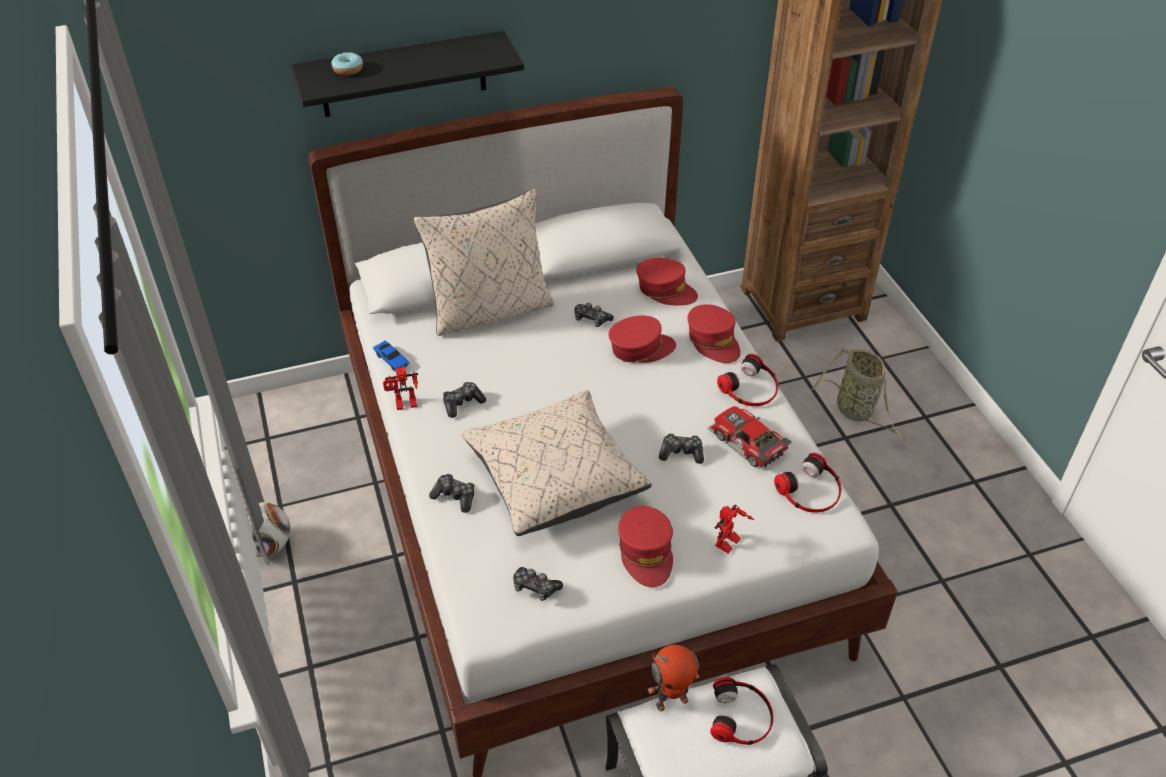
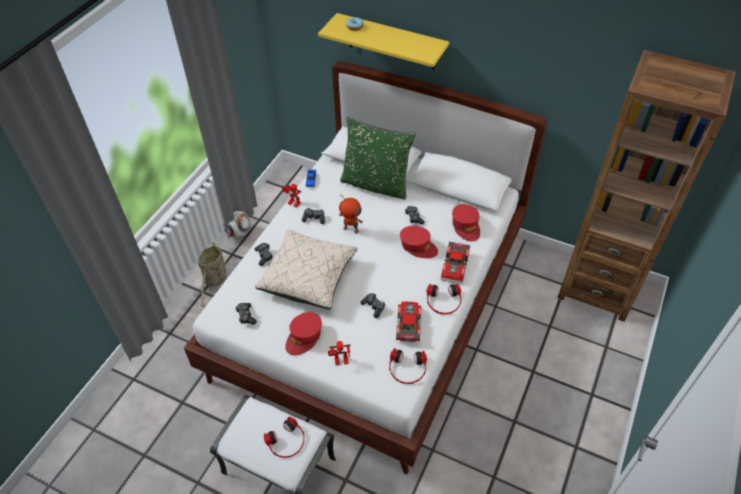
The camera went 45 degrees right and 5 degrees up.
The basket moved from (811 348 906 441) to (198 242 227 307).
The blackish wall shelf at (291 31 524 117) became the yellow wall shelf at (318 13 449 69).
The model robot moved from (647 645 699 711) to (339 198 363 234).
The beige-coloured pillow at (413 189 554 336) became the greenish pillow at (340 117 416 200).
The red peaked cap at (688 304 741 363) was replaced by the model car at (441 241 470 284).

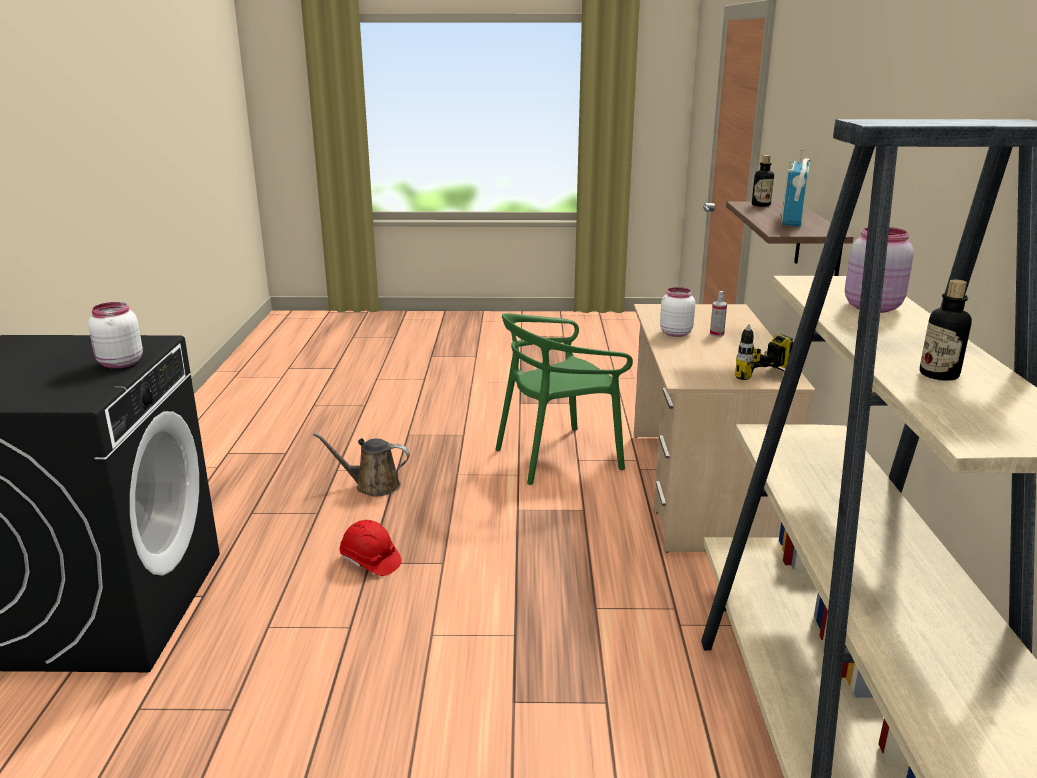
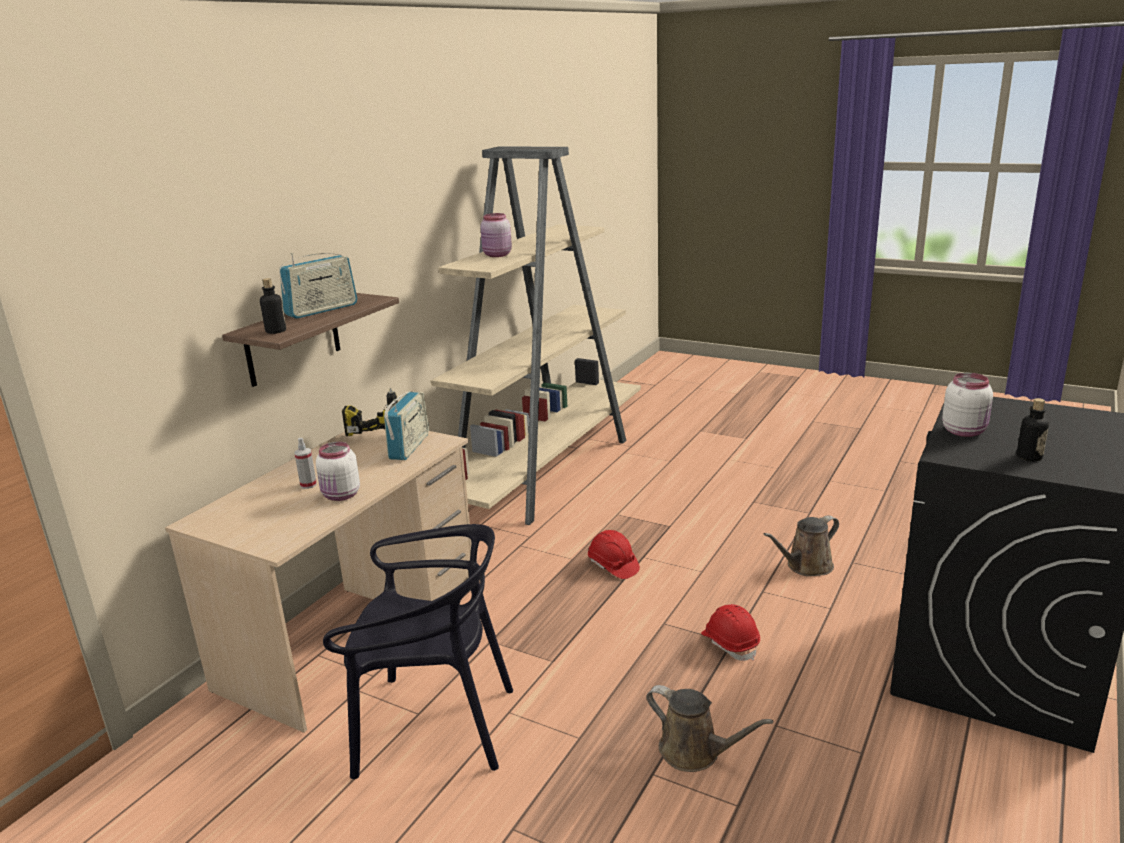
The camera went 150 degrees left and 0 degrees up.
The greenish plain chair at (495 313 633 485) became the blackish plain chair at (323 524 513 779).
The radio set at (384 391 429 460) appeared.
The red hard hat at (588 530 640 579) appeared.
The brown-coloured sprinkling can at (764 515 839 576) appeared.
The bottle moved from (920 280 972 381) to (1017 398 1049 461).

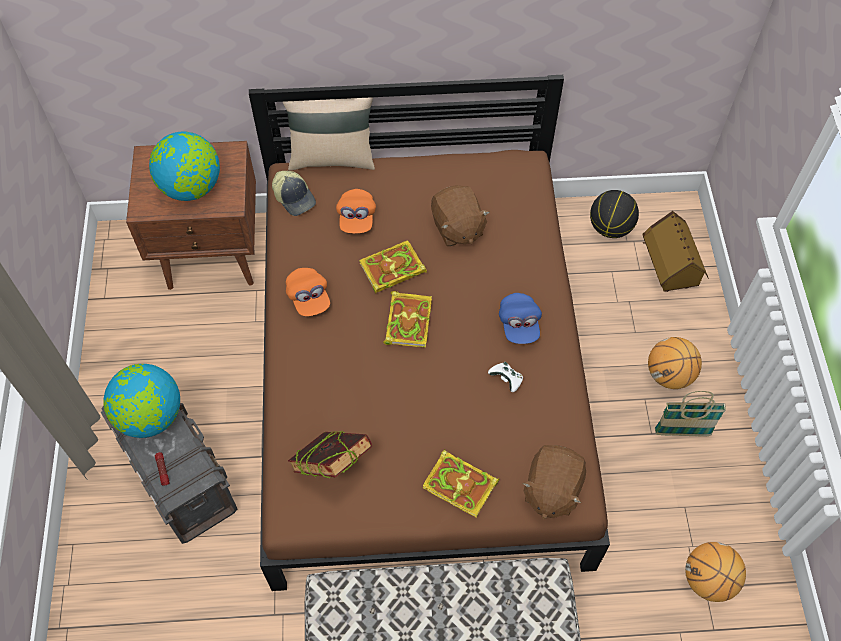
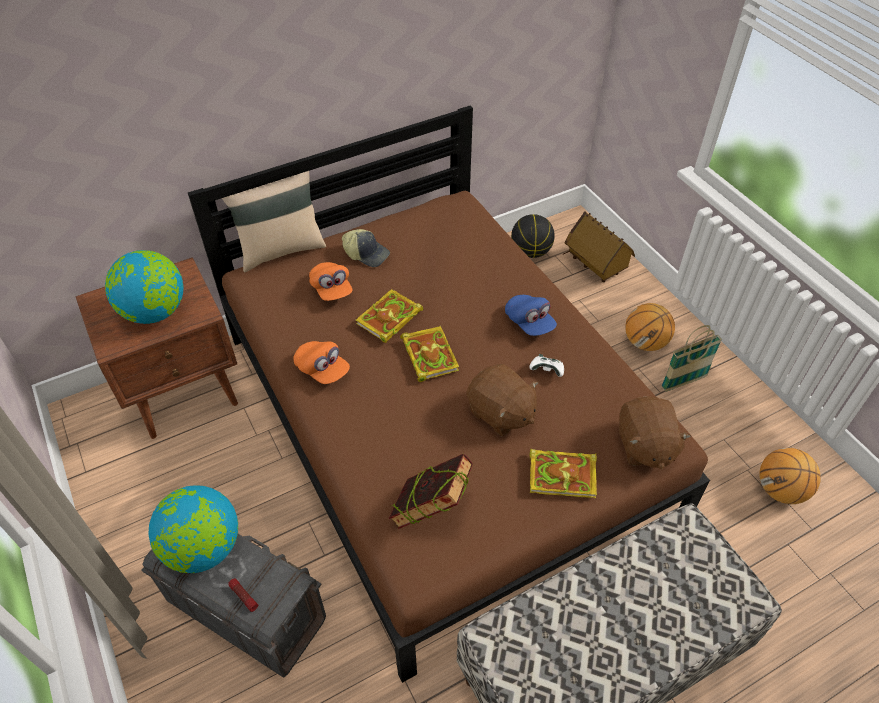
The camera went 25 degrees left and 10 degrees down.
The peaked cap moved from (272 171 316 216) to (342 229 390 267).
The brown-coloured soft toy moved from (431 185 490 246) to (467 364 539 436).

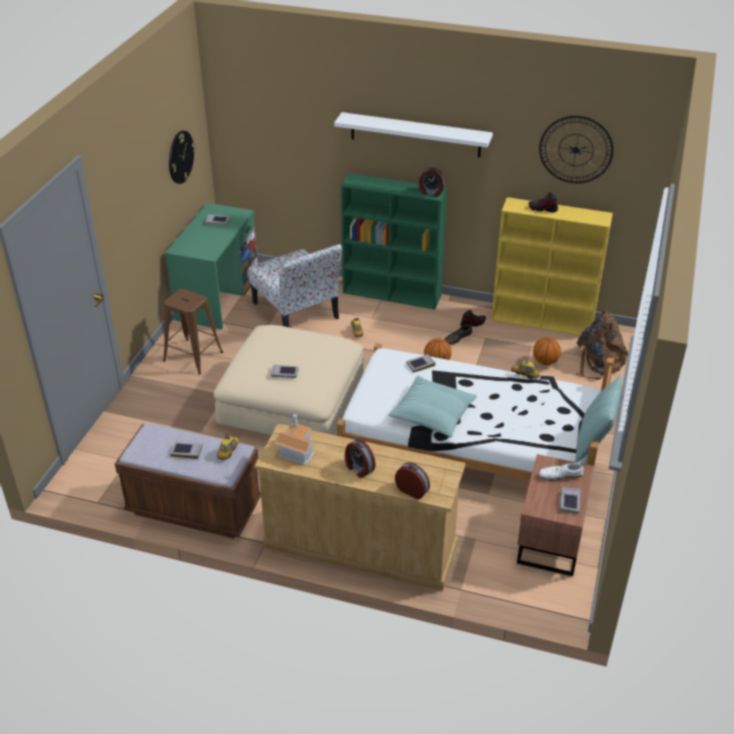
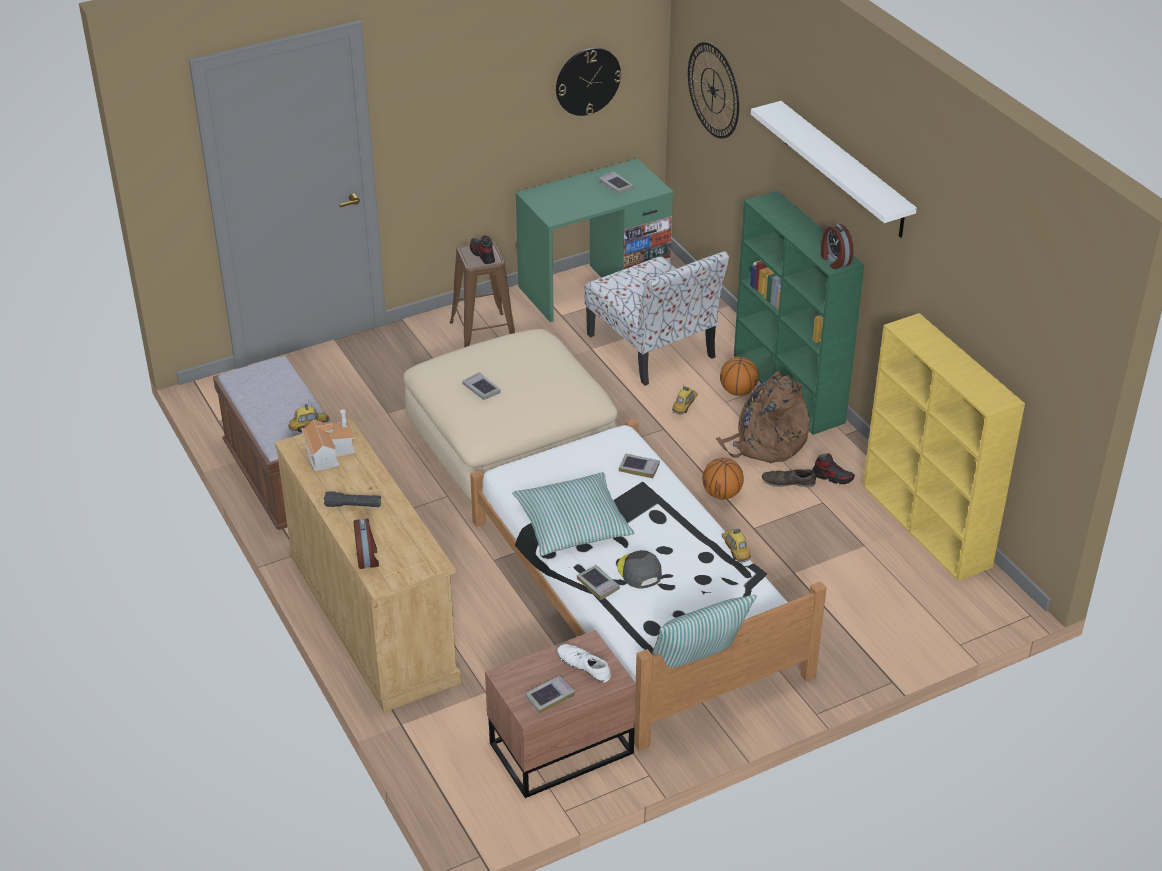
The camera went 45 degrees right and 0 degrees up.
The table clock at (345 439 375 478) was replaced by the blackish hand torch at (324 491 381 507).
The shoe moved from (529 193 558 212) to (470 236 495 264).
The bound book moved from (170 441 203 459) to (577 565 620 600).
The plain chair at (248 244 342 327) turned 45 degrees counterclockwise.
The grey peaked cap at (617 550 662 589) appeared.
The wall clock moved from (539 116 613 183) to (688 42 739 139).
The brown-coloured rucksack moved from (576 311 628 380) to (716 371 810 463).
The basketball ball moved from (533 337 561 365) to (720 357 759 396).

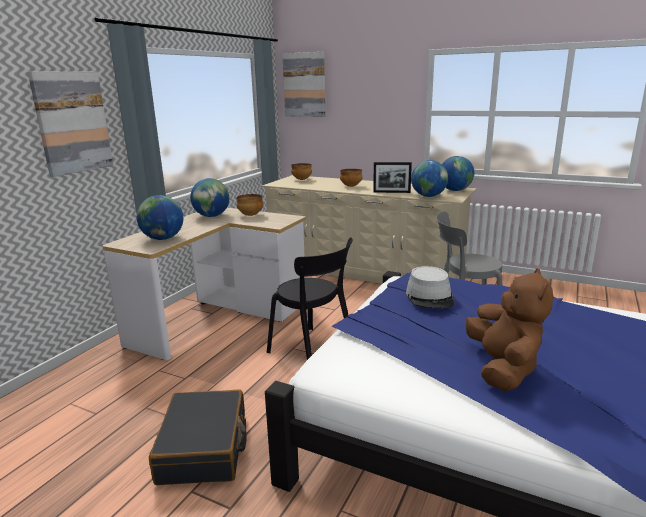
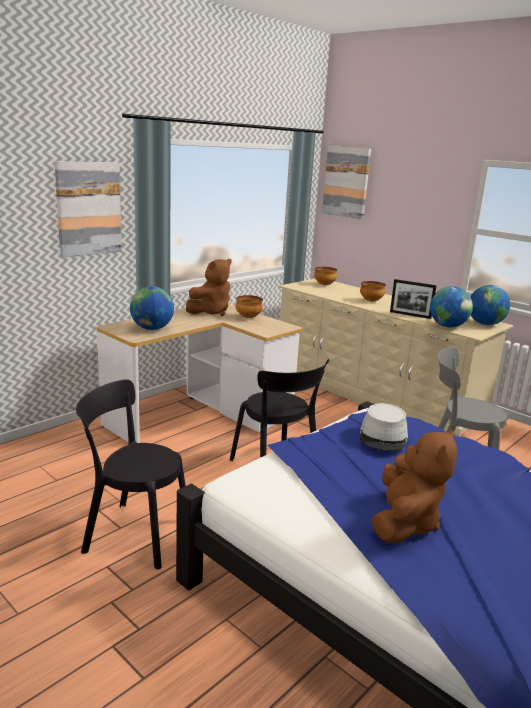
The camera went 15 degrees right and 0 degrees up.
The blackish suitcase at (149 389 247 485) was replaced by the blackish plain chair at (76 379 186 570).
The desk globe at (190 178 229 217) was replaced by the brown-coloured soft toy at (186 259 232 316).

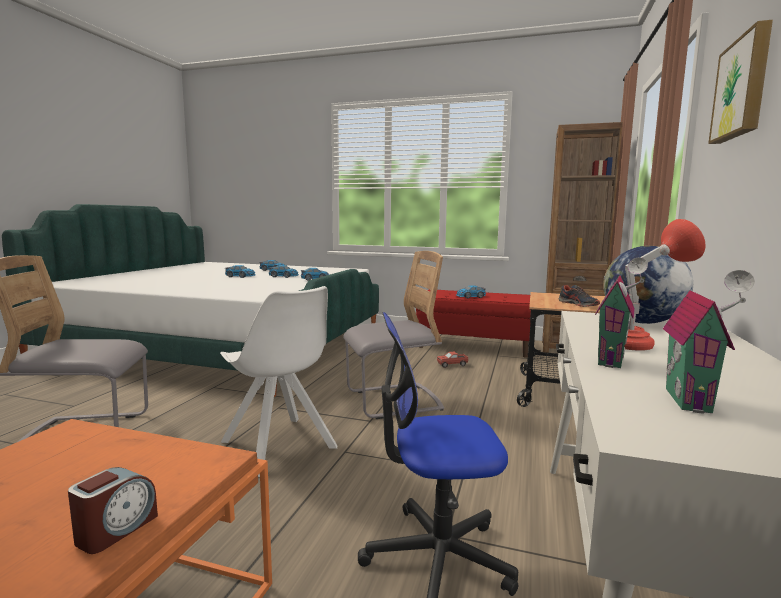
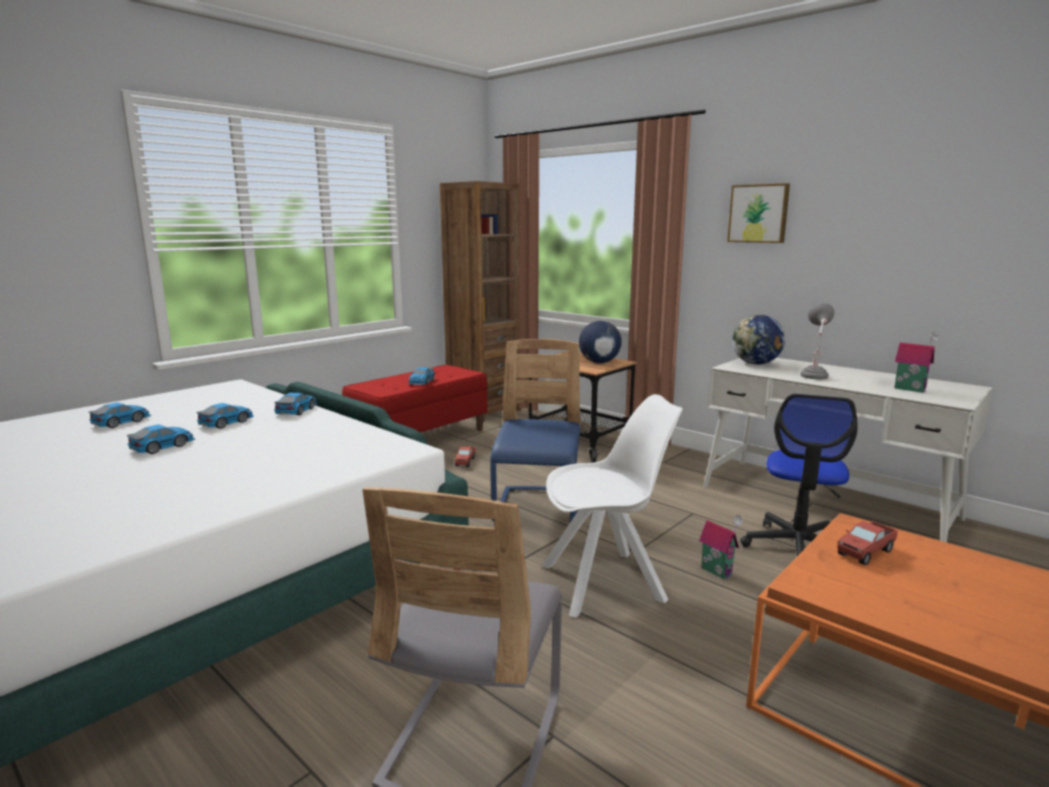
The camera went 65 degrees left and 5 degrees up.
The grey plain chair at (343 251 444 419) became the bluish plain chair at (490 339 580 522).
The shoe at (559 285 600 307) was replaced by the desk globe at (579 321 622 363).
The miniature house moved from (595 257 648 368) to (699 515 743 579).
The red lamp for a table at (624 219 705 351) became the grey lamp for a table at (800 303 834 379).
The toy truck at (837 521 898 565) appeared.
The table clock at (68 467 158 554) disappeared.

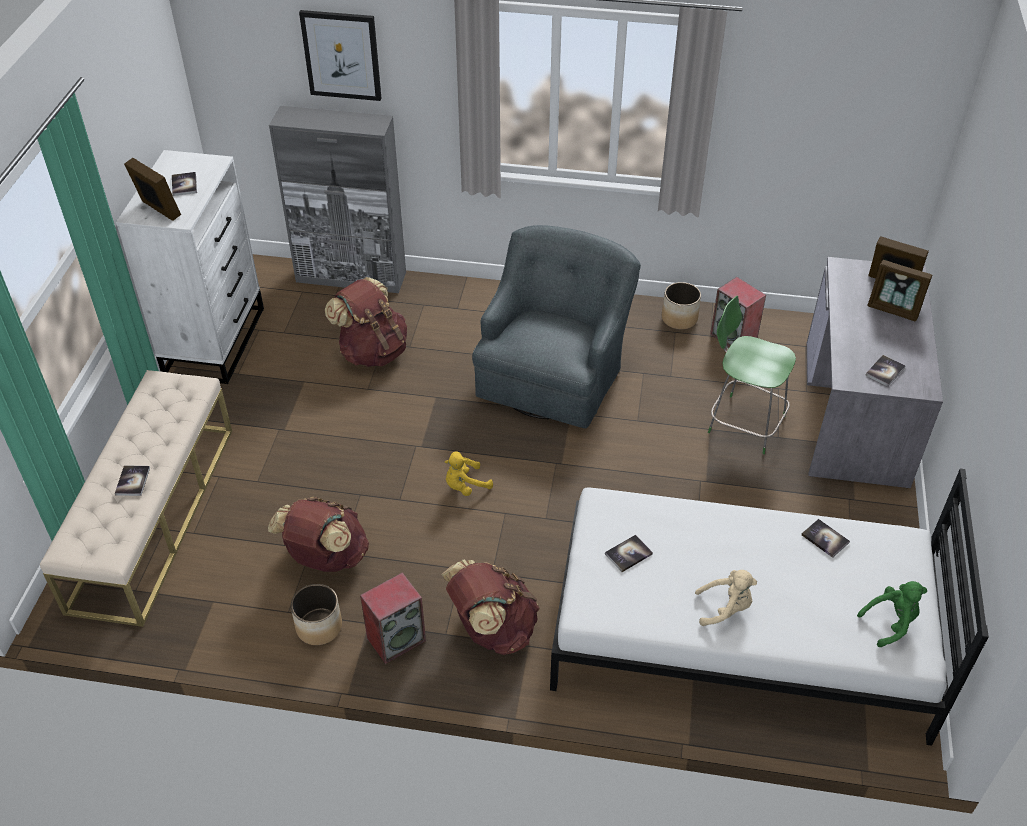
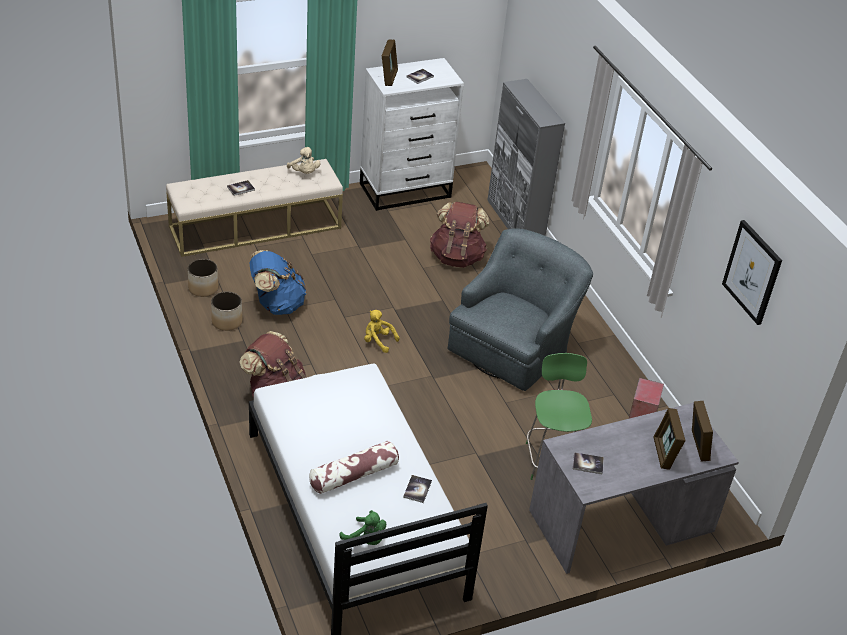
The camera went 55 degrees right and 5 degrees down.
The planter moved from (662 282 701 329) to (188 259 218 297).
The brown-coloured rucksack at (268 497 369 572) became the bluish rucksack at (249 250 307 315).
The beige-coloured soft toy moved from (695 570 757 626) to (287 147 321 174).
The pillow at (309 441 399 494) appeared.
The grey easy chair at (472 225 641 428) turned 45 degrees counterclockwise.
The wall art moved from (299 10 382 101) to (722 220 782 325).
The speaker at (360 572 426 664) disappeared.
The bound book at (605 535 653 572) disappeared.

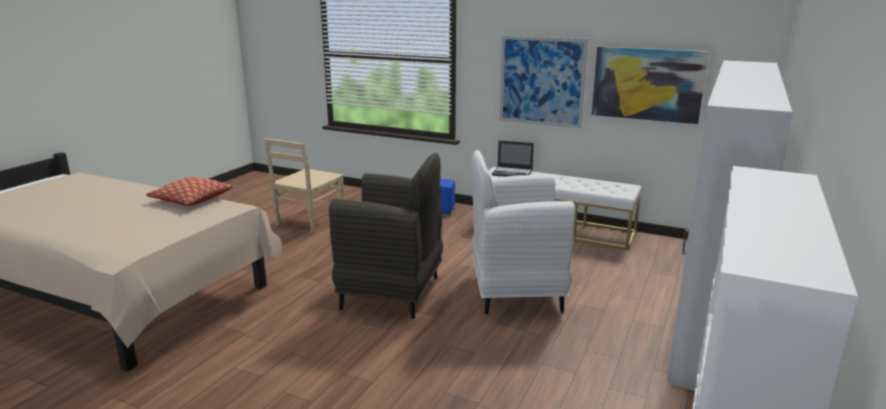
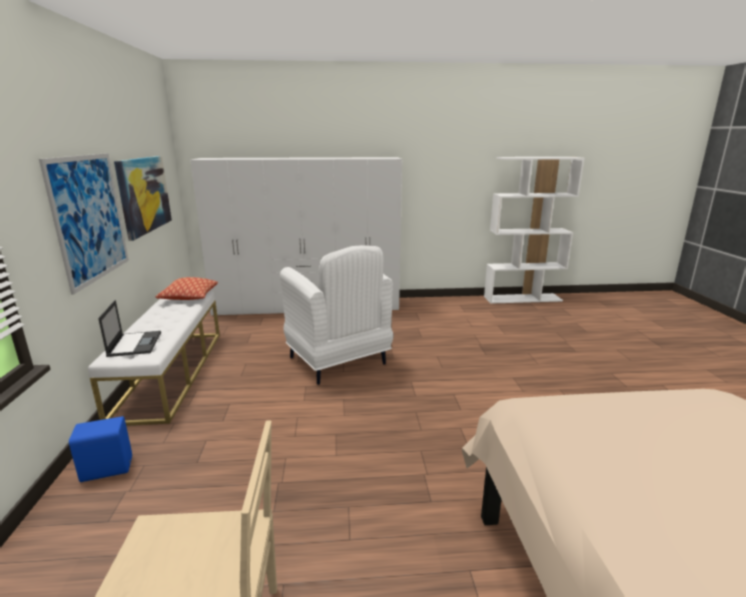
The camera went 120 degrees left and 0 degrees up.
The pillow moved from (146 177 233 206) to (155 277 218 300).
The grey easy chair at (329 153 443 319) disappeared.

